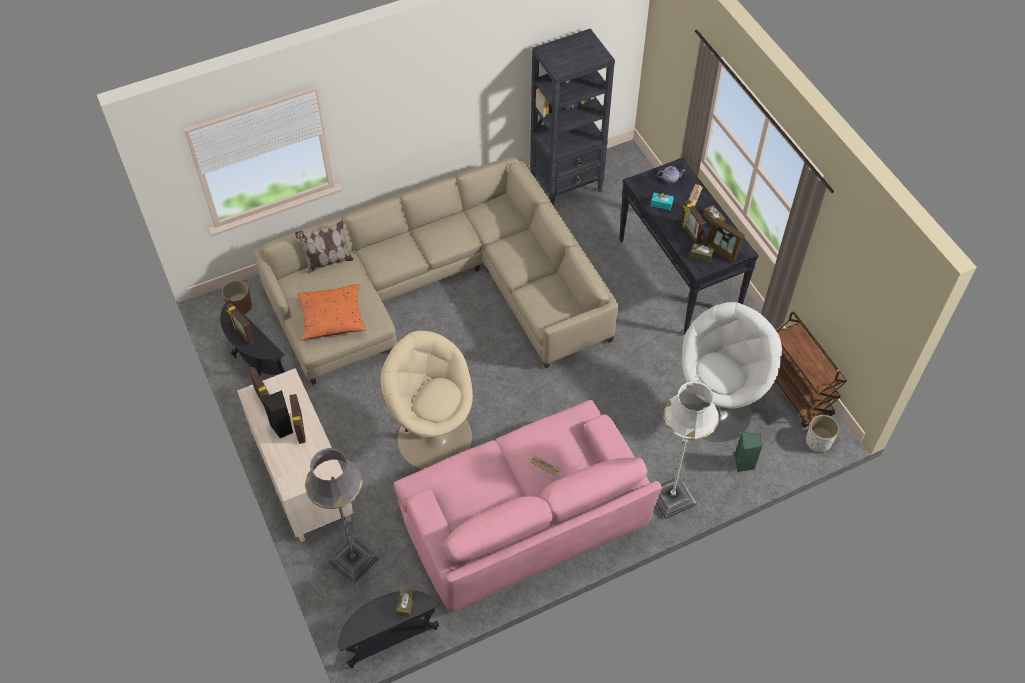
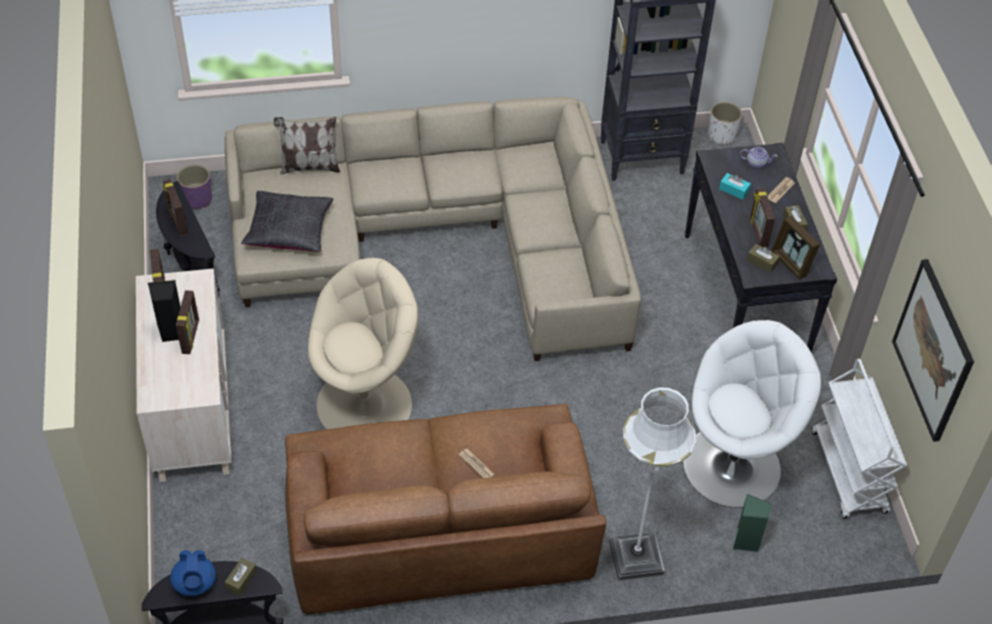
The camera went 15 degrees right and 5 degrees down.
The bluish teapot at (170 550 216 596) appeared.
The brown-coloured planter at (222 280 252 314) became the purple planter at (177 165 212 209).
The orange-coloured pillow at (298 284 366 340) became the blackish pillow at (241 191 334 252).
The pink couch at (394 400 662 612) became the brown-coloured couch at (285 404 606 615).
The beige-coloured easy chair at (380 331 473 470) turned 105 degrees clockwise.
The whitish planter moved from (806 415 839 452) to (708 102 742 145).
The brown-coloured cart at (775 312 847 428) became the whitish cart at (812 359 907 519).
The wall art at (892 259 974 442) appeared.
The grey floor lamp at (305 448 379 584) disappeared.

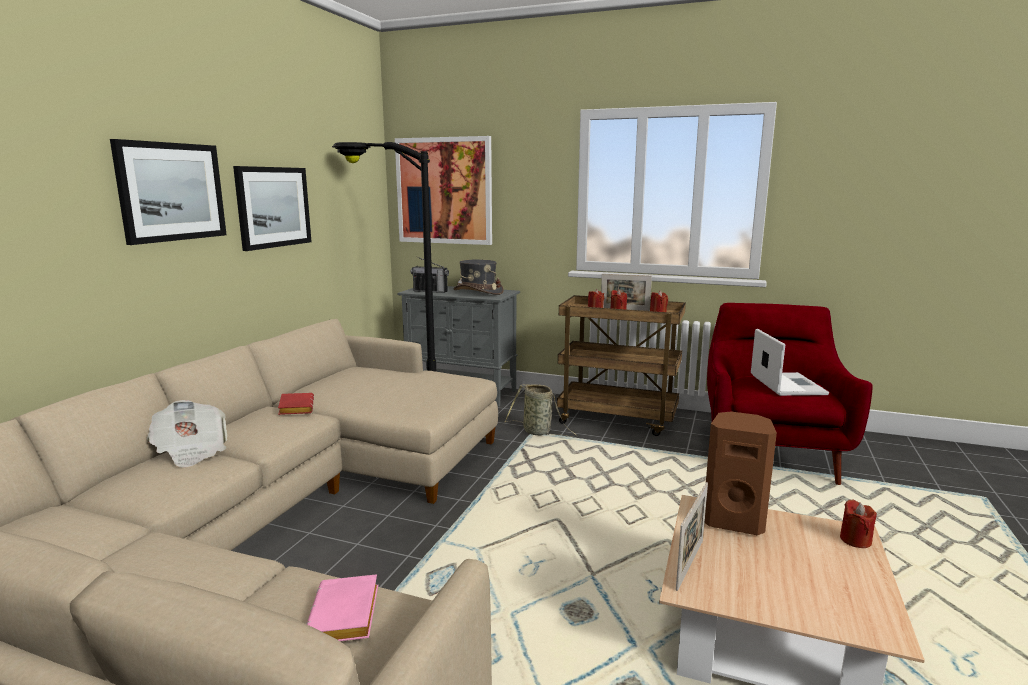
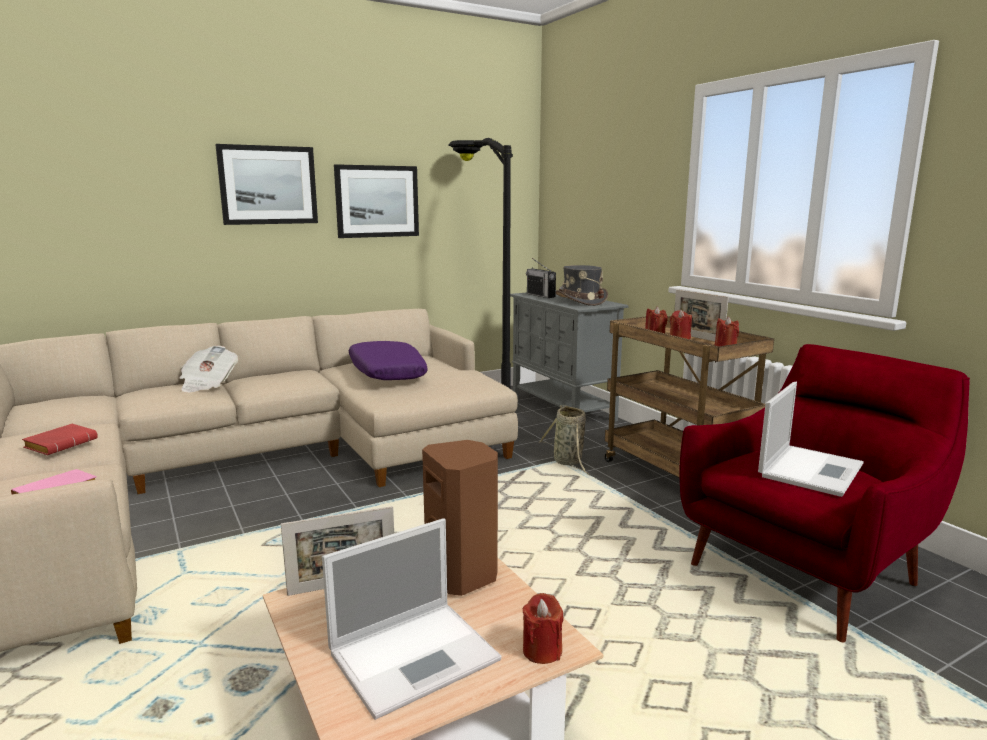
The camera went 40 degrees right and 0 degrees up.
The red bound book moved from (278 393 314 415) to (22 424 98 455).
The portable computer at (322 518 501 720) appeared.
The purple pillow at (349 341 428 380) appeared.
The wall art at (395 136 492 245) disappeared.

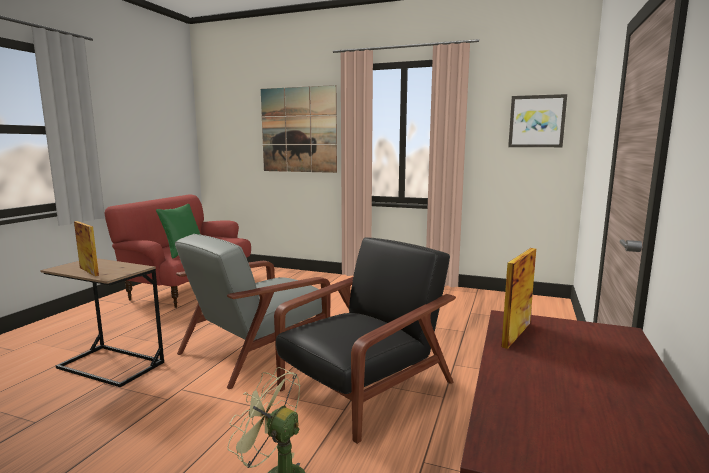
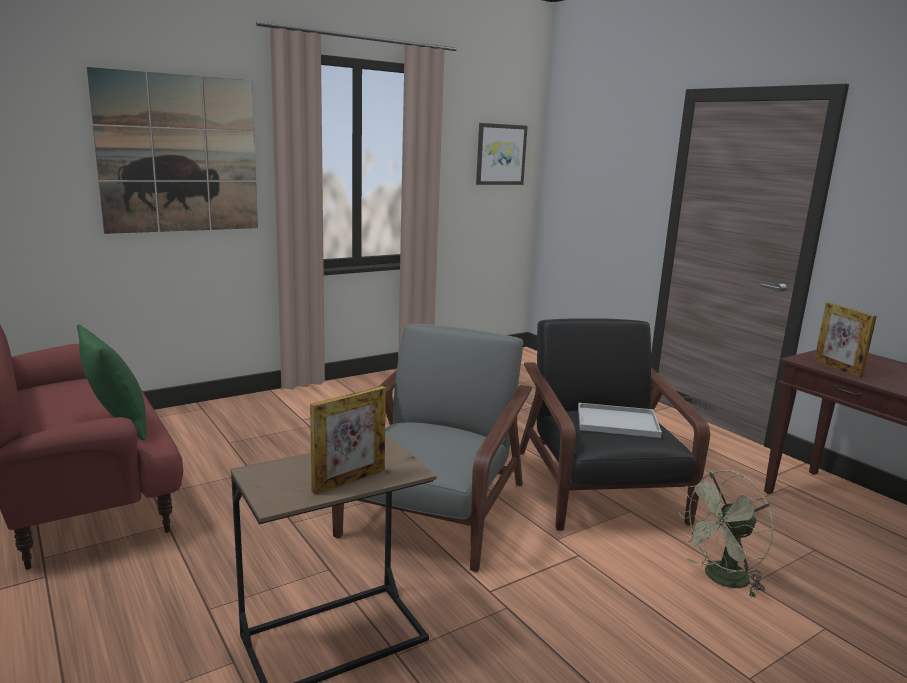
The camera went 55 degrees left and 5 degrees up.
The photo frame at (74 221 99 276) turned 150 degrees clockwise.
The grey easy chair at (175 234 330 389) turned 150 degrees counterclockwise.
The whitish serving tray at (578 403 662 438) appeared.

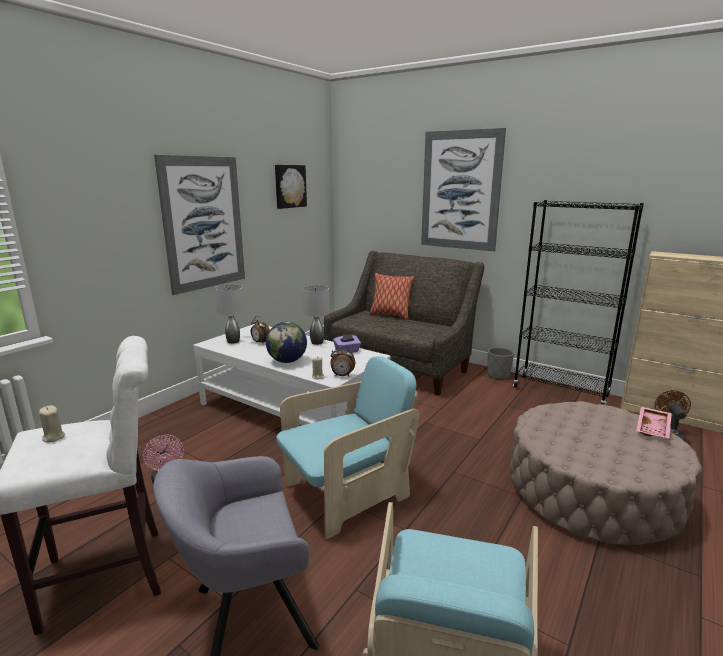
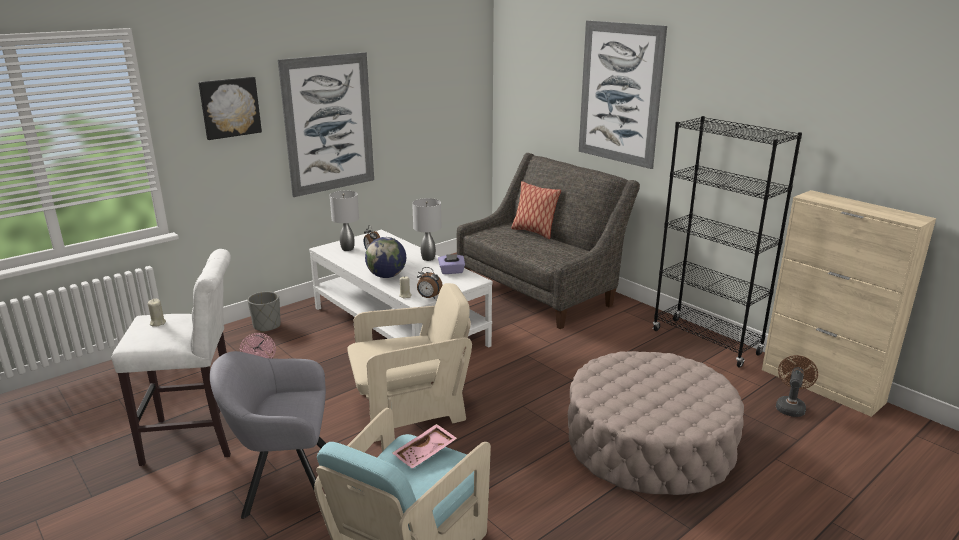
The camera went 15 degrees right and 5 degrees up.
The wall art moved from (275 165 307 209) to (198 77 262 140).
The grey planter moved from (487 347 514 380) to (248 292 281 332).
The turquoise easy chair at (277 356 420 539) became the beige-coloured easy chair at (347 283 472 442).
The pink serving tray moved from (636 407 672 438) to (393 424 457 468).

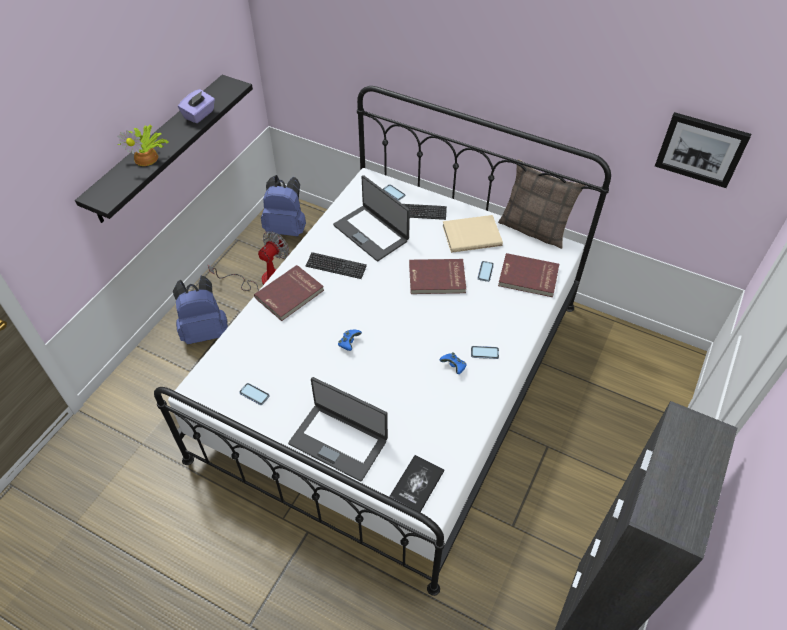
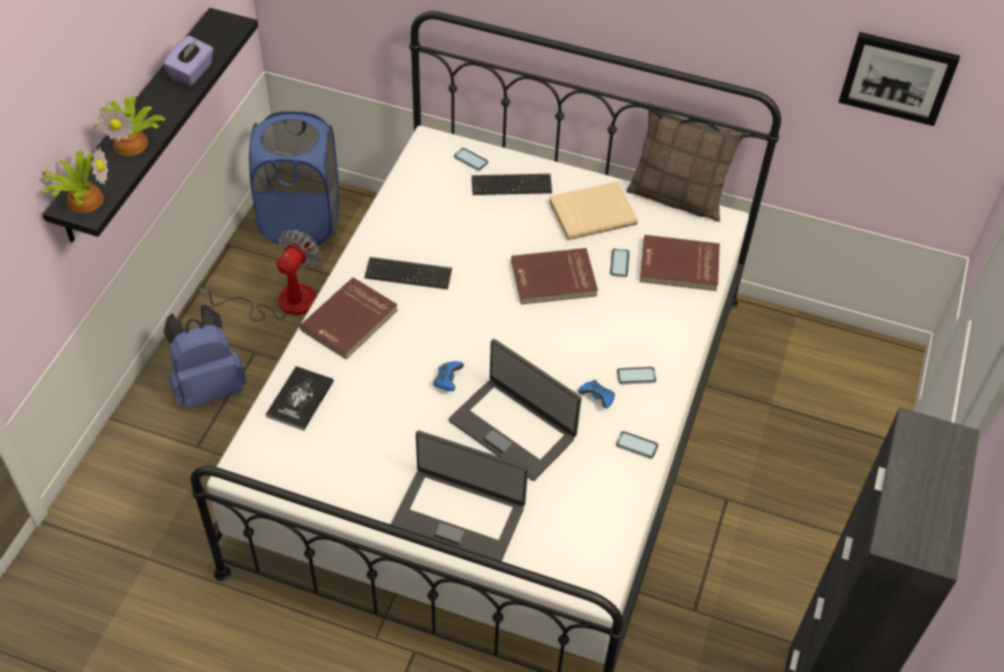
The camera went 10 degrees left and 0 degrees up.
The potted plant at (41 147 108 213) appeared.
The bluish rucksack at (261 175 306 236) was replaced by the bluish laundry basket at (249 111 339 245).
The bound book moved from (389 455 444 512) to (266 366 334 431).
The portable computer moved from (333 175 410 261) to (448 339 582 481).
The phone moved from (239 383 270 405) to (616 431 658 459).

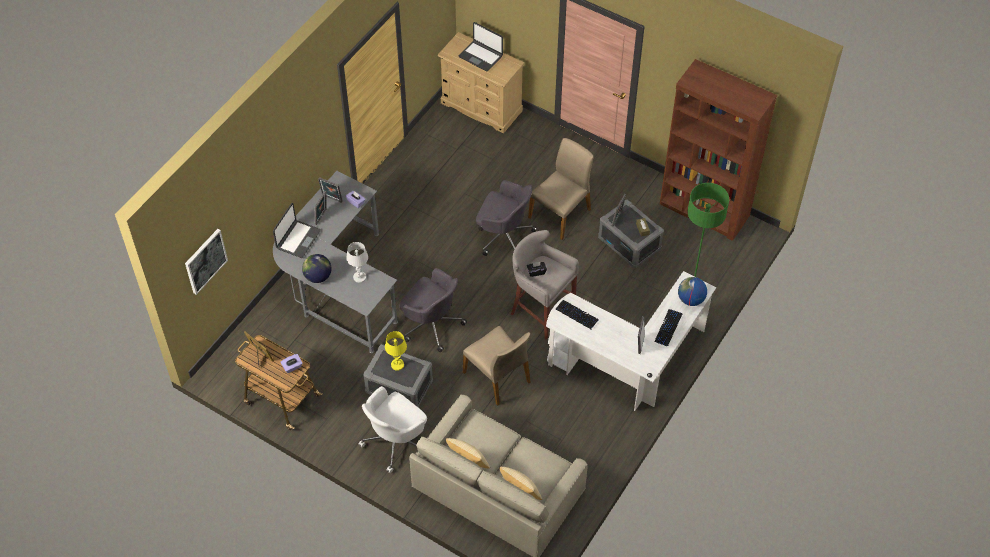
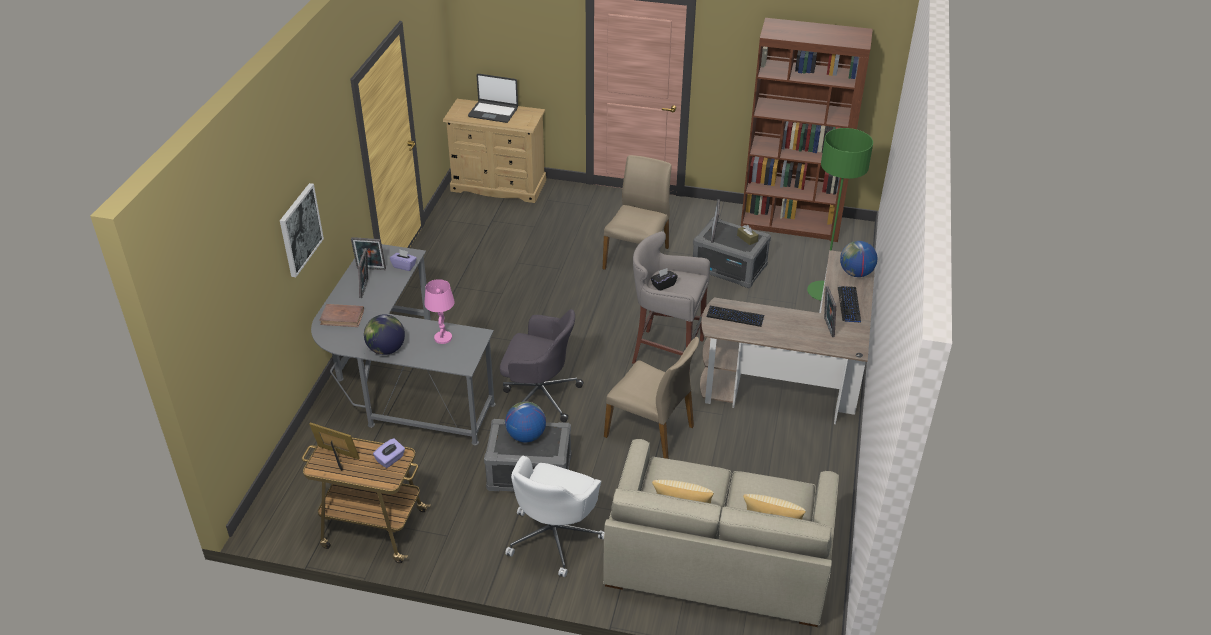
The camera went 20 degrees left and 15 degrees down.
The wall art moved from (185 229 228 295) to (280 183 324 277).
The portable computer at (273 203 321 258) was replaced by the brown-coloured bound book at (320 304 364 327).
The whitish lamp for a table at (346 242 368 283) became the pink lamp for a table at (424 279 455 344).
The yellow lamp for a table at (385 331 407 371) was replaced by the desk globe at (505 402 546 442).
The whitish desk at (546 271 716 411) became the brown-coloured desk at (700 250 875 424).
The grey computer chair at (476 180 537 256) disappeared.

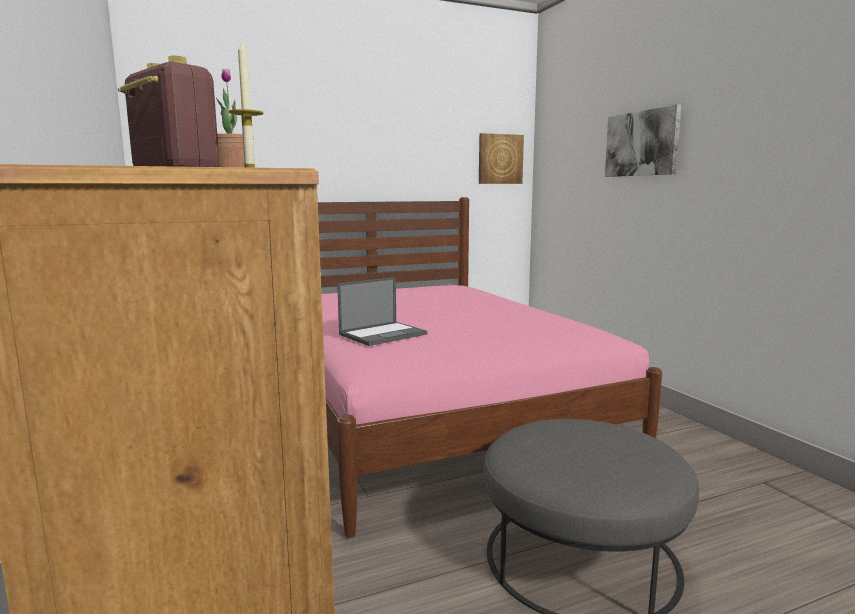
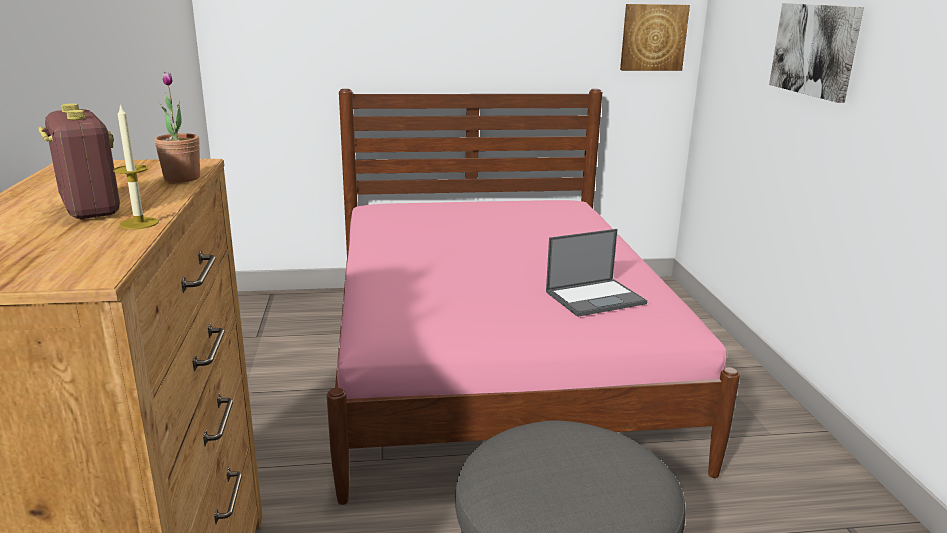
The camera went 15 degrees right and 10 degrees up.
The portable computer moved from (337 277 428 346) to (546 229 647 317).

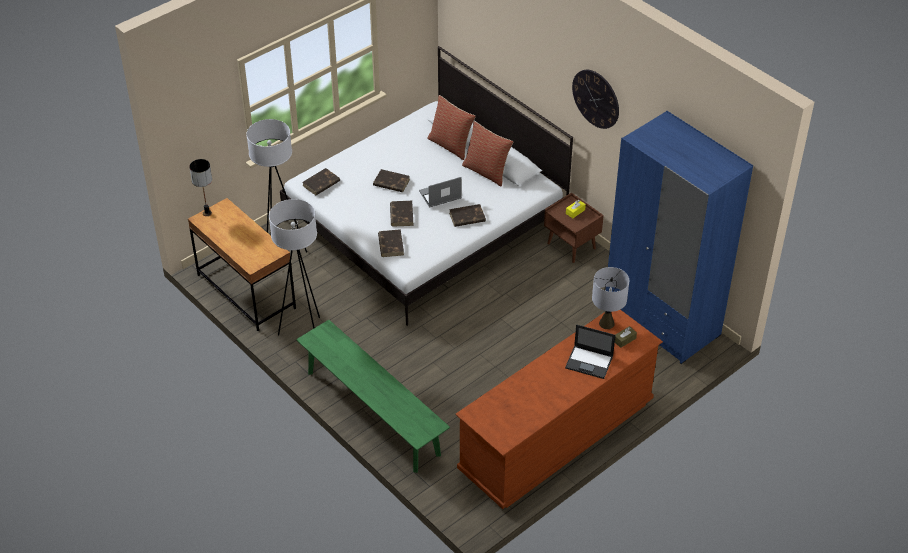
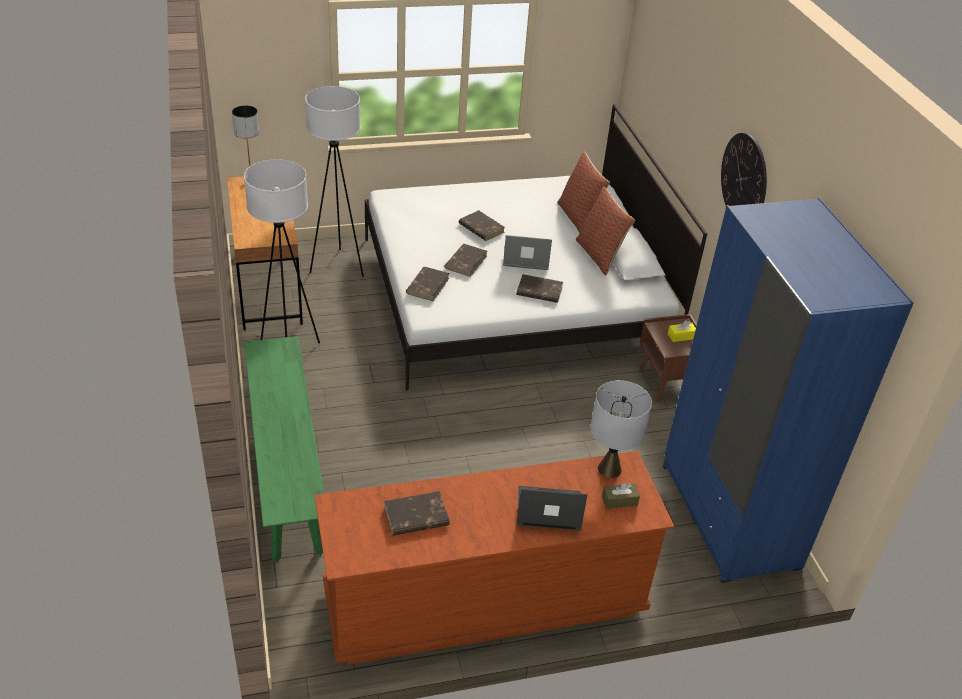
The camera went 25 degrees right and 5 degrees down.
The brown-coloured bound book moved from (302 168 340 195) to (384 491 450 536).
The portable computer at (565 324 615 379) turned 135 degrees clockwise.

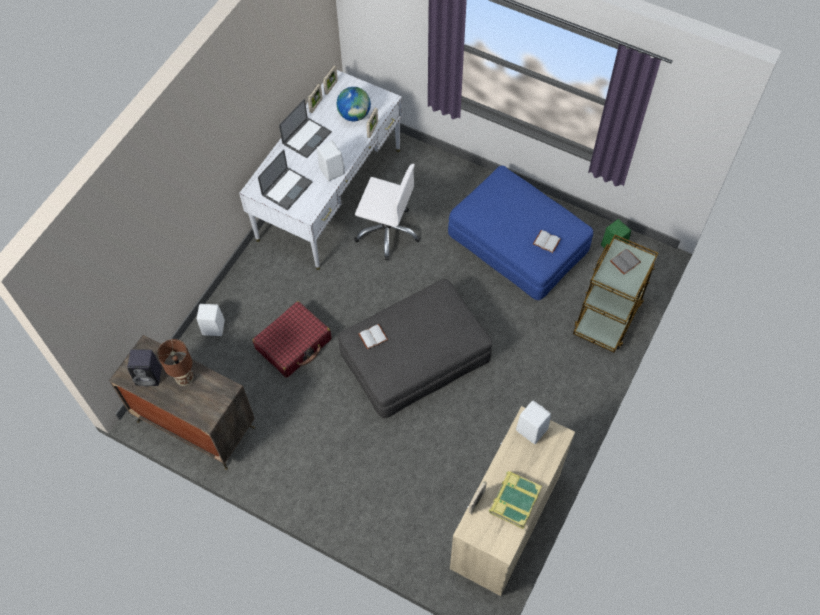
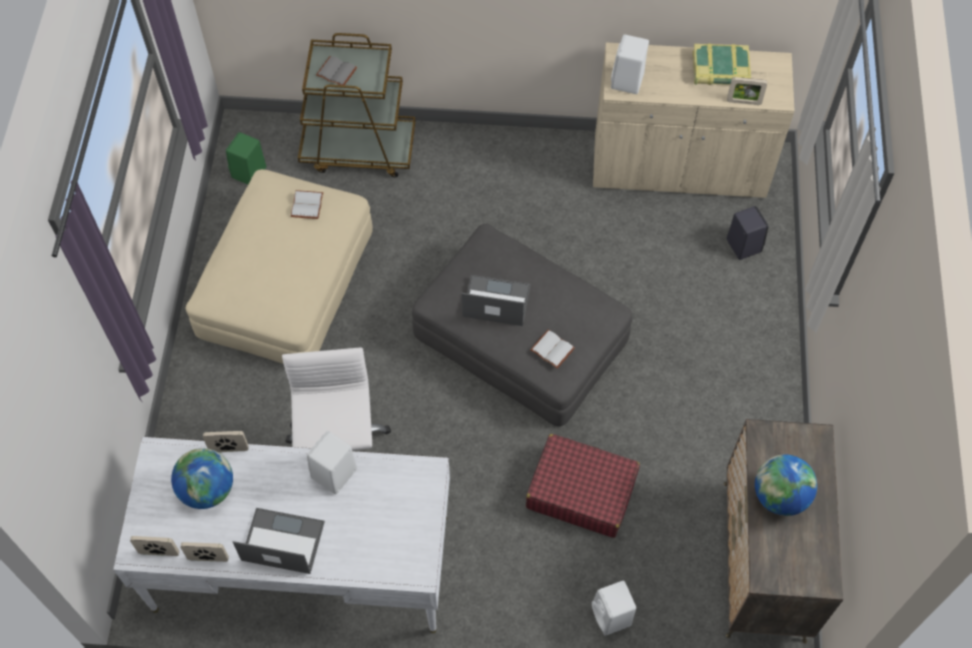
The camera went 115 degrees left and 0 degrees up.
The bluish footrest at (448 166 593 300) became the beige-coloured footrest at (185 169 373 364).
The portable computer moved from (258 149 313 210) to (462 275 531 326).
The blackish speaker moved from (127 349 162 386) to (726 206 768 260).
The brown-coloured lamp for a table at (158 339 193 386) was replaced by the desk globe at (755 454 817 516).

